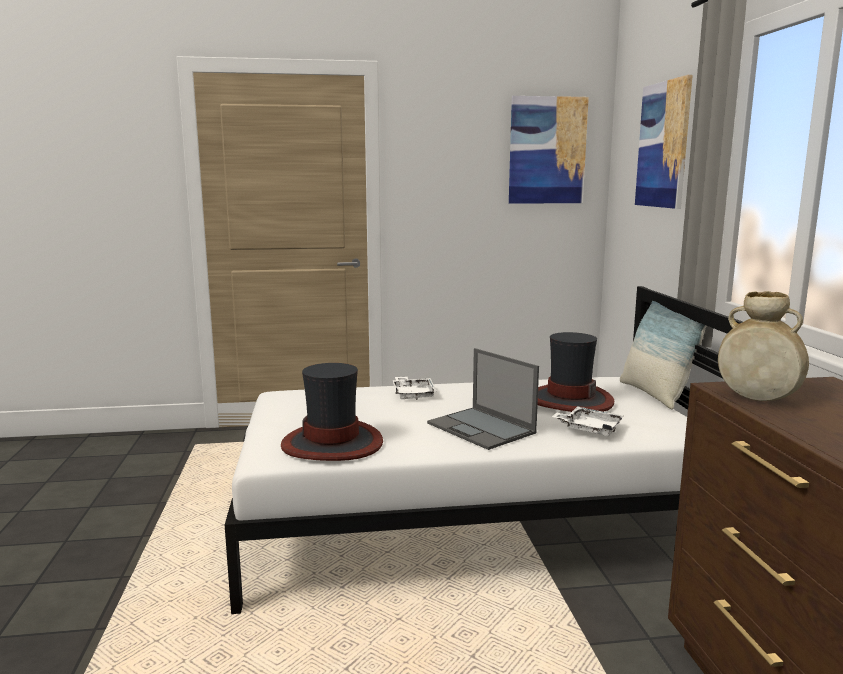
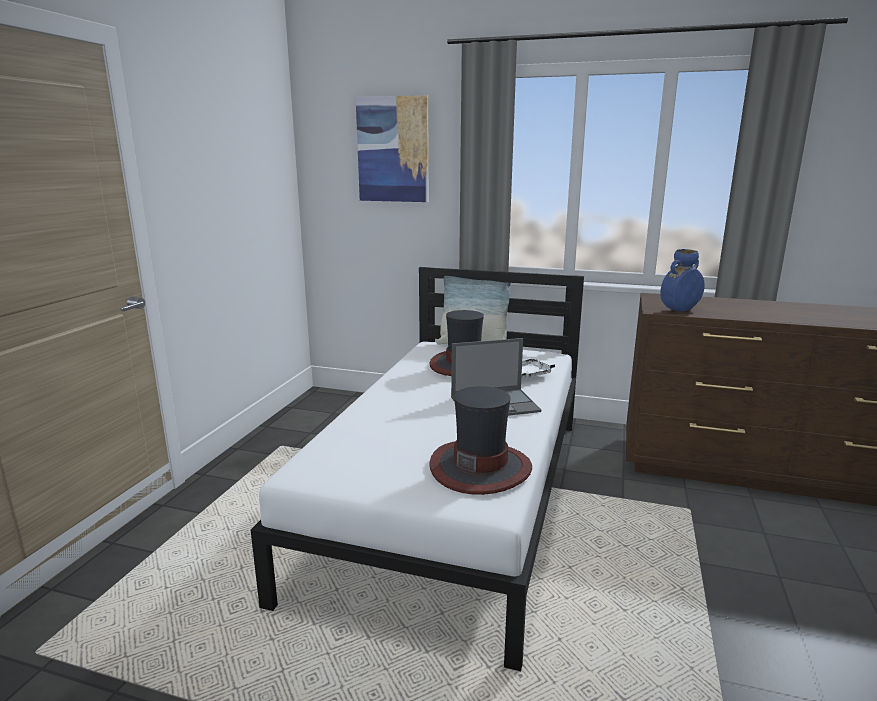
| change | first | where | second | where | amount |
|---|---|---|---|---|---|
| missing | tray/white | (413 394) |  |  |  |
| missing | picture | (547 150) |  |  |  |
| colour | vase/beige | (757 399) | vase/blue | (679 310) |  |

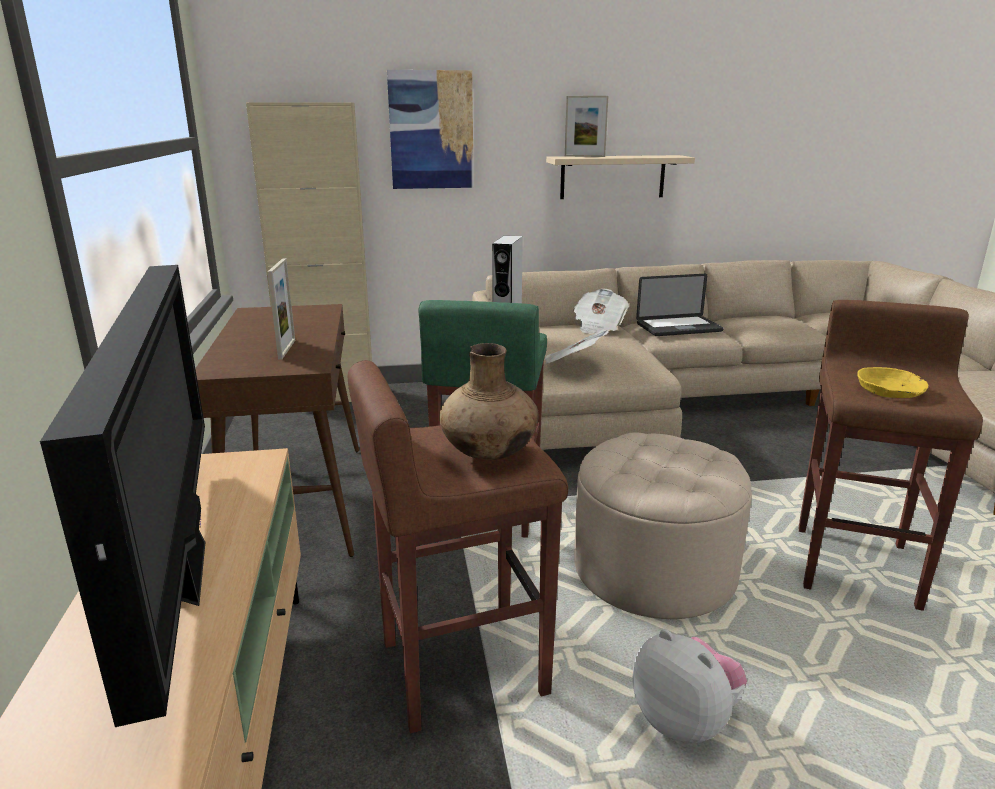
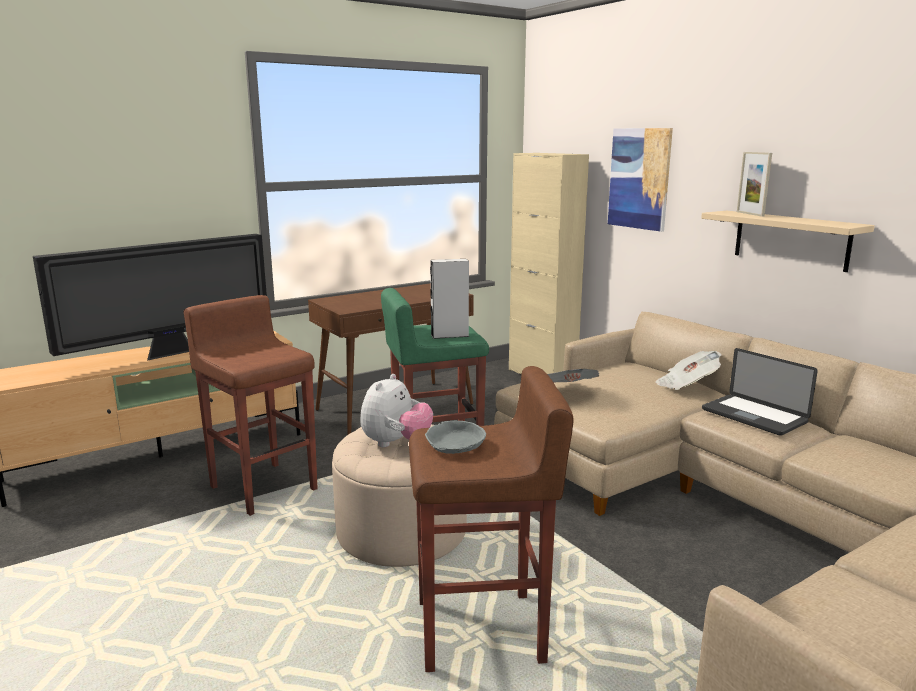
| change | first | where | second | where | amount |
|---|---|---|---|---|---|
| missing | picture frame | (287 349) |  |  |  |
| missing | vase/brown | (489 453) |  |  |  |
| relocated | plush toy | (685 721) |  | (396 443) |  |
| colour | bowl/yellow | (889 391) | bowl/grey | (455 445) |  |

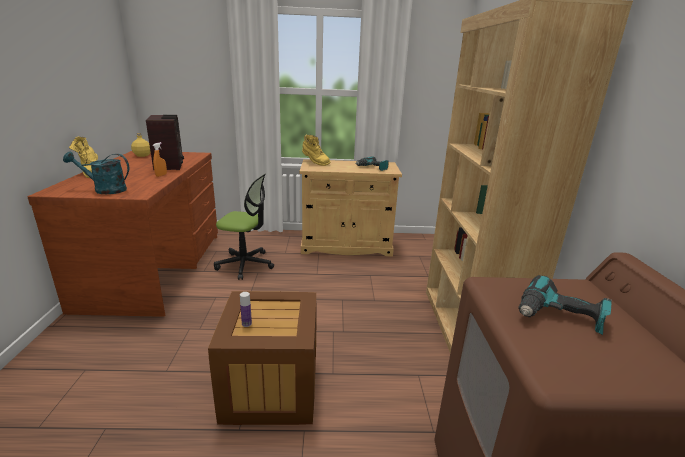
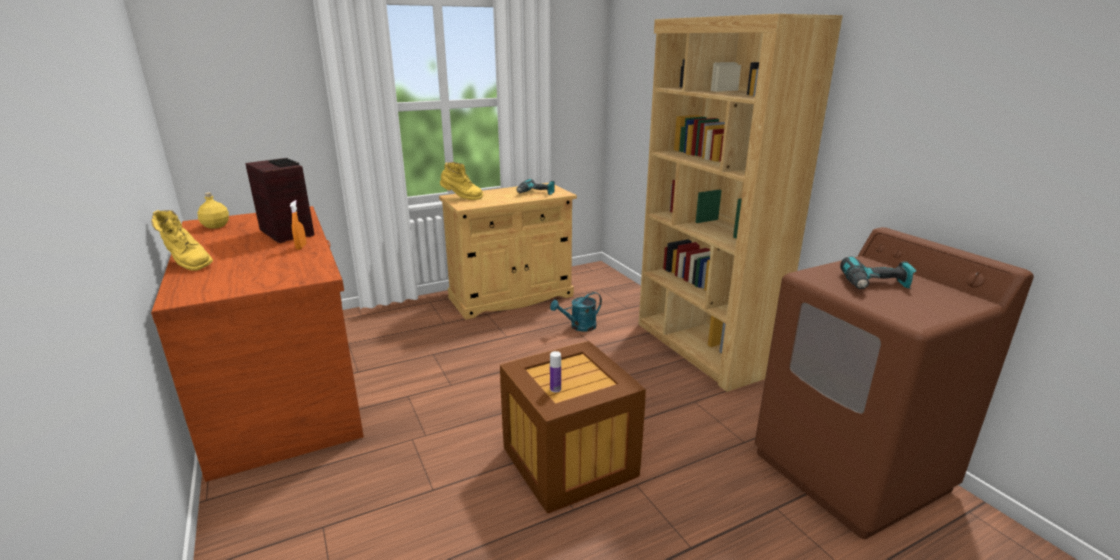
| change | first | where | second | where | amount |
|---|---|---|---|---|---|
| relocated | watering can/turquoise | (105 190) |  | (579 327) |  |
| missing | office chair | (245 264) |  |  |  |

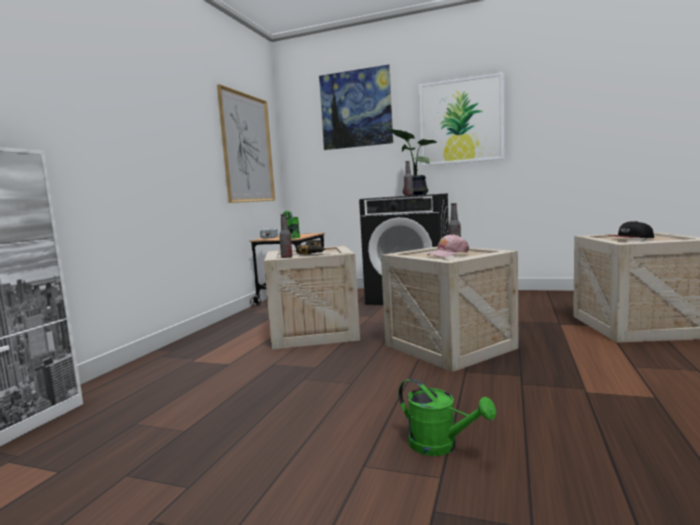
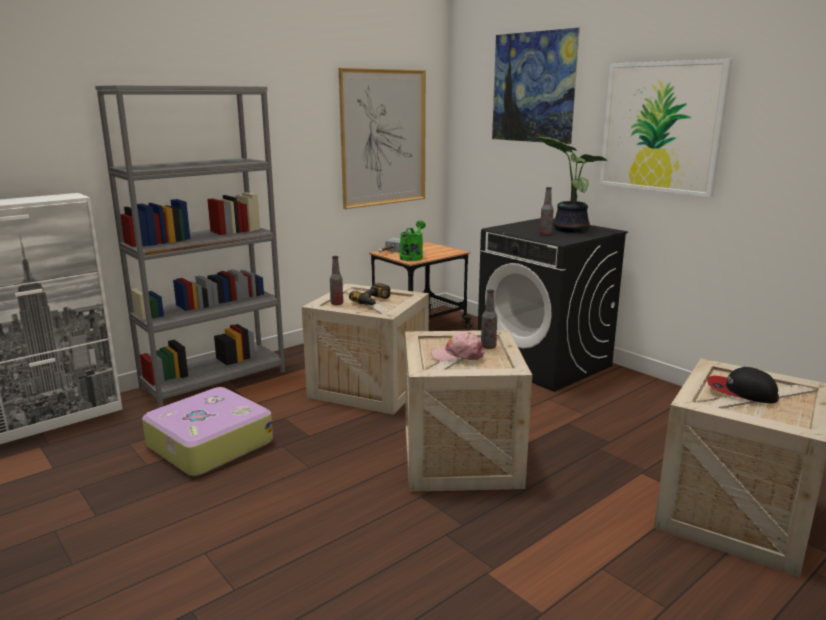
| change | first | where | second | where | amount |
|---|---|---|---|---|---|
| missing | watering can/green | (440 446) |  |  |  |
| appeared |  |  | bookcase/grey | (215 380) |  |
| appeared |  |  | suitcase | (208 444) |  |

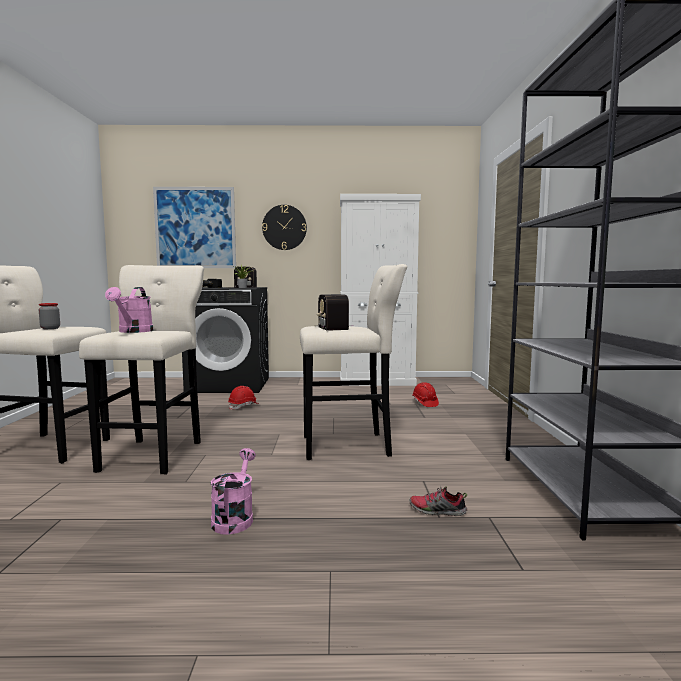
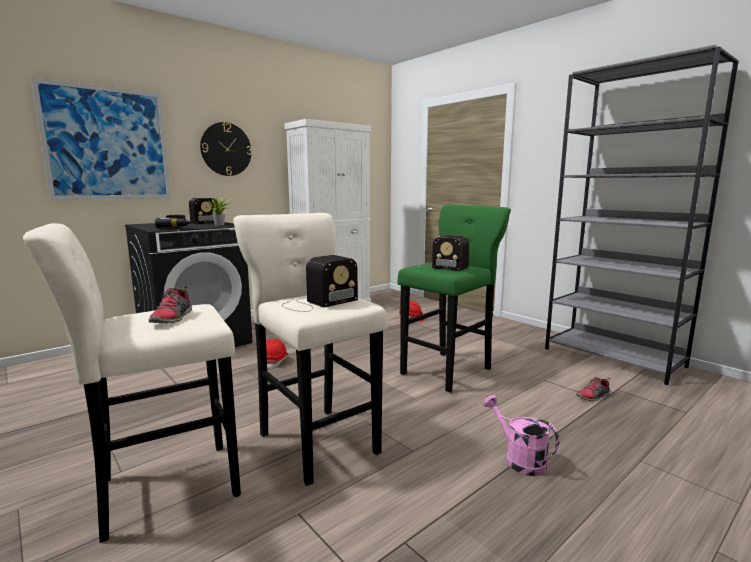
| change | first | where | second | where | amount |
|---|---|---|---|---|---|
| exchanged | jar | (50 328) | shoe | (173 318) |  |
| exchanged | watering can/pink | (133 331) | radio | (317 303) |  |
| colour | stool/beige | (351 446) | stool/green | (449 370) |  |

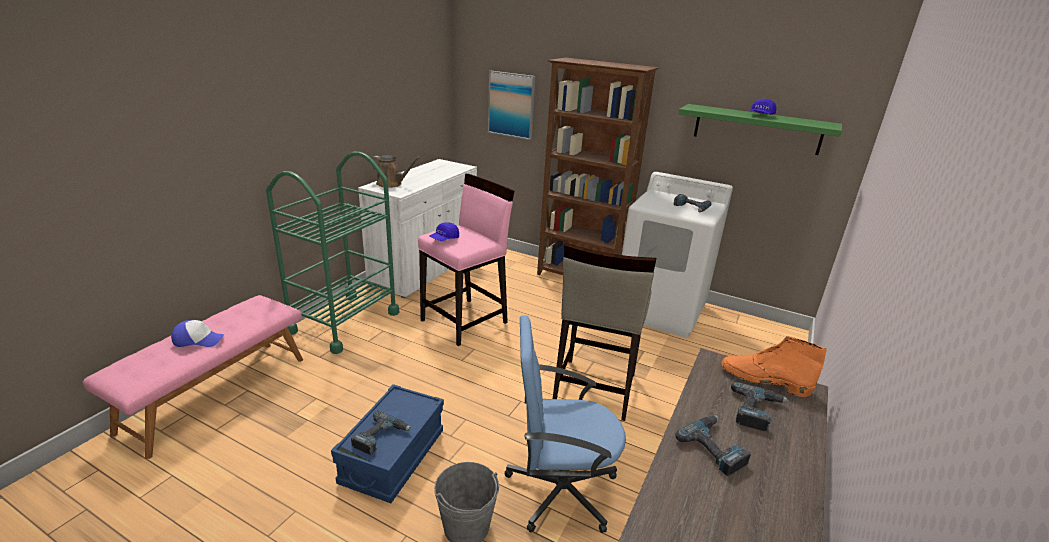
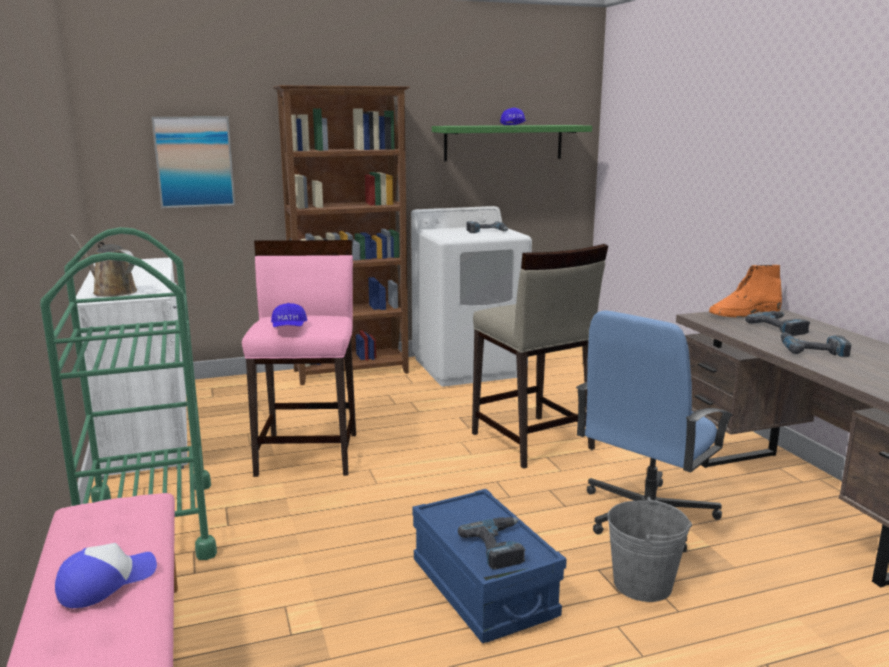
| change | first | where | second | where | amount |
|---|---|---|---|---|---|
| spun | watering can/brown | (391 184) |  | (111 292) | 120 degrees counterclockwise |

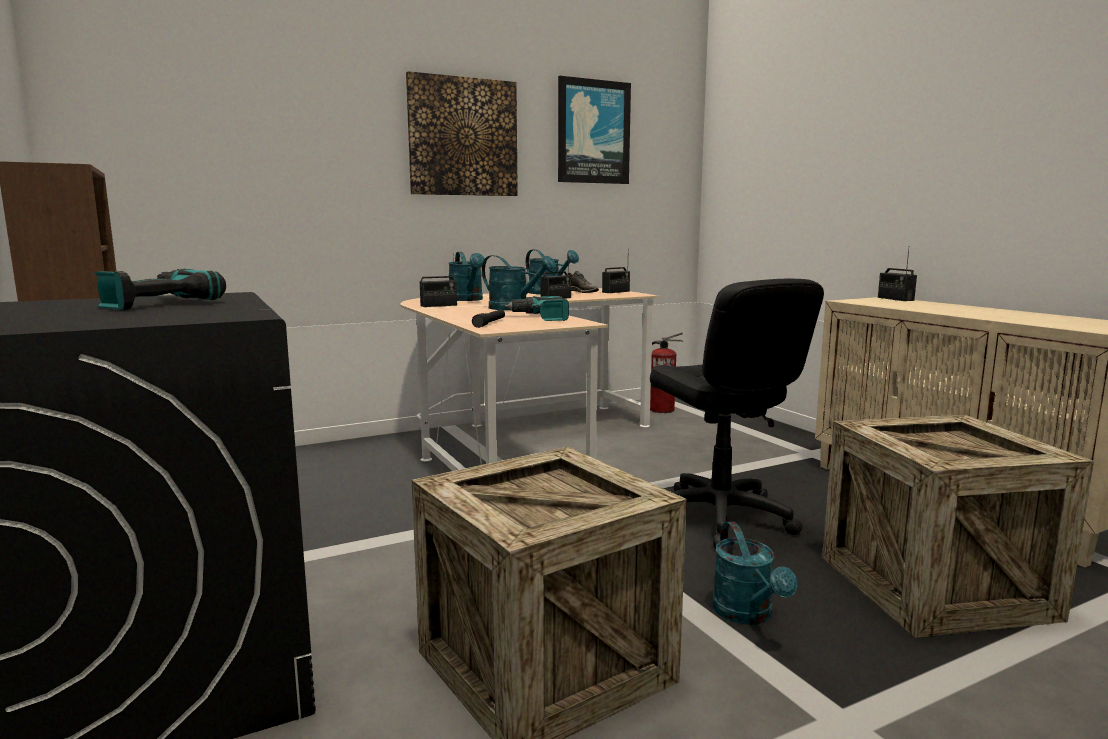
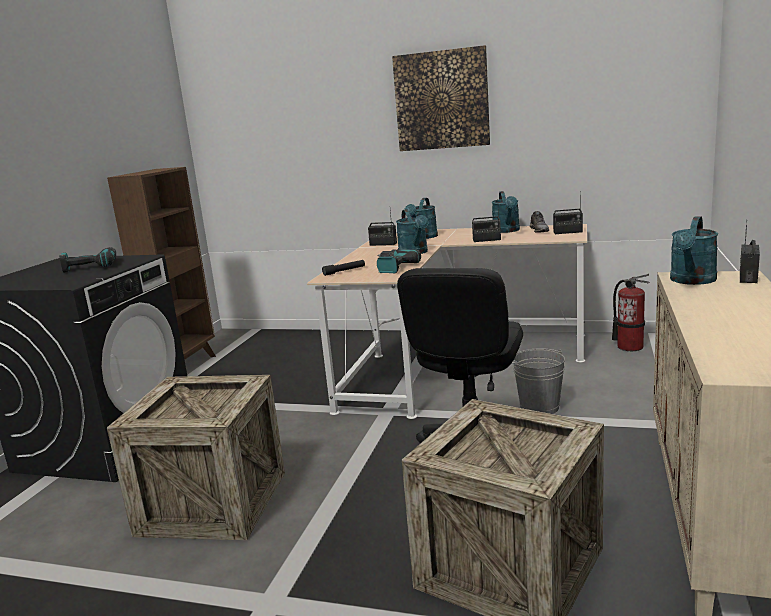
| change | first | where | second | where | amount |
|---|---|---|---|---|---|
| missing | picture | (593 132) |  |  |  |
| relocated | watering can/turquoise | (747 615) |  | (691 281) |  |
| appeared |  |  | bucket/grey | (539 407) |  |

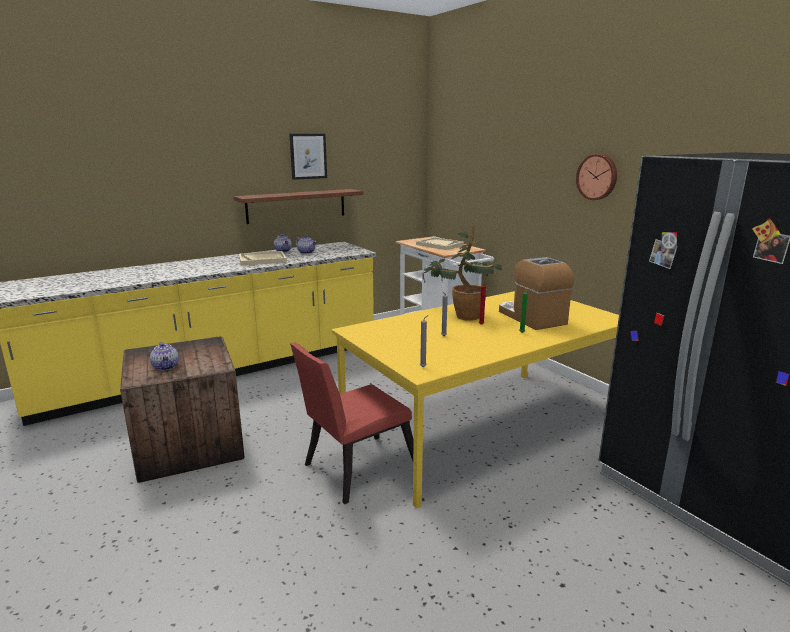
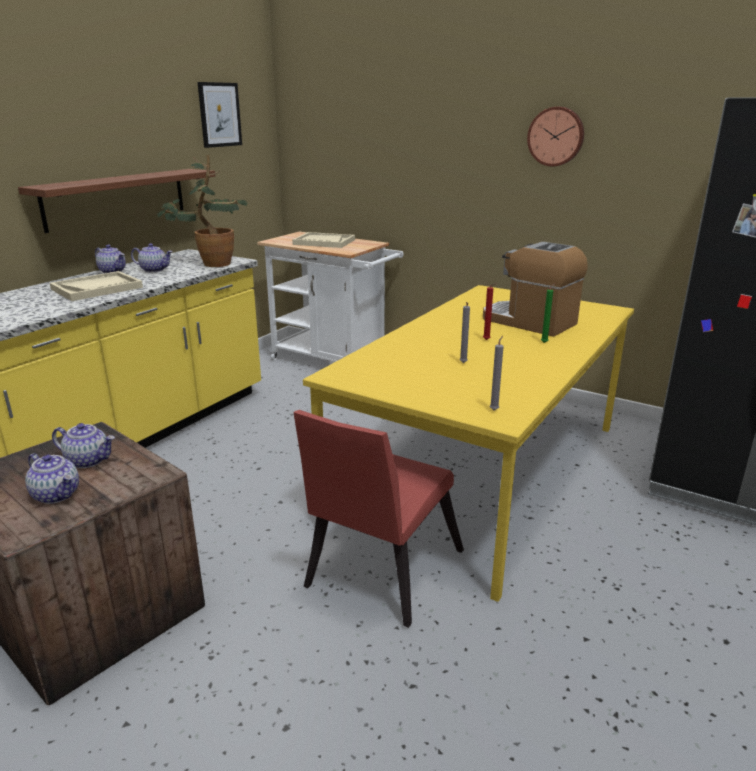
| change | first | where | second | where | amount |
|---|---|---|---|---|---|
| relocated | picture | (308 156) |  | (219 115) |  |
| relocated | potted plant | (462 315) |  | (211 263) |  |
| appeared |  |  | teapot | (89 460) |  |

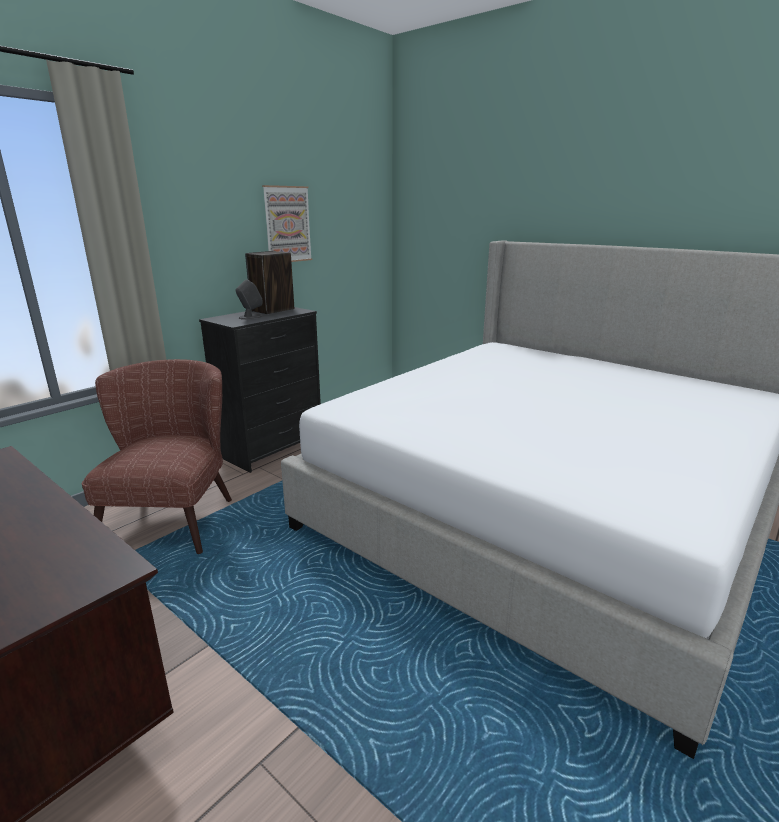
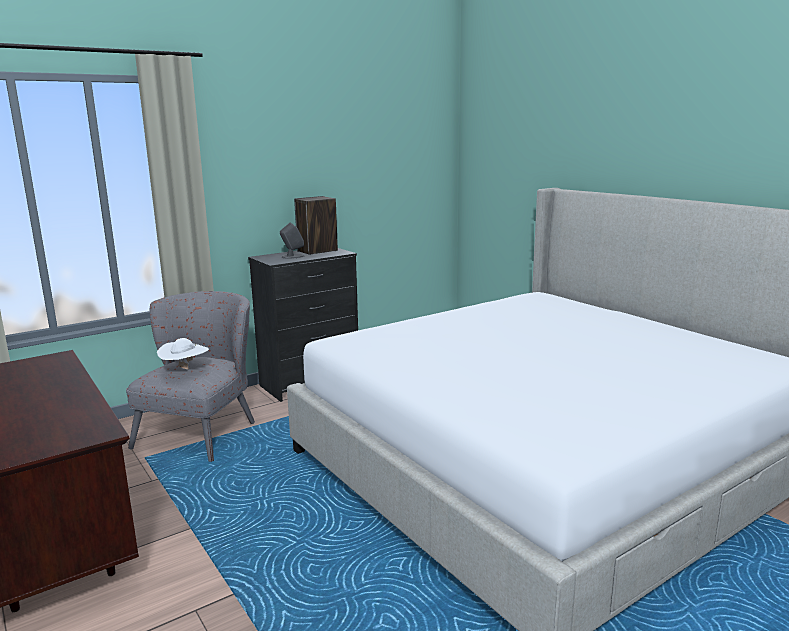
| change | first | where | second | where | amount |
|---|---|---|---|---|---|
| colour | armchair/brown | (175 515) | armchair/grey | (203 430) |  |
| missing | picture | (287 224) |  |  |  |
| appeared |  |  | hat/white | (185 370) |  |

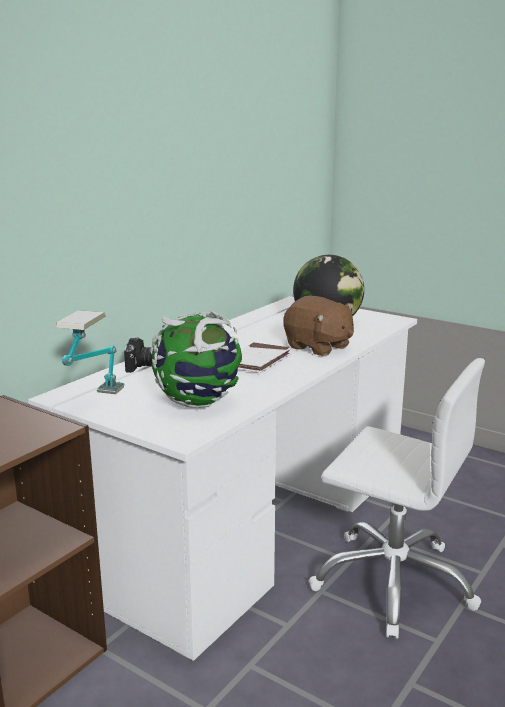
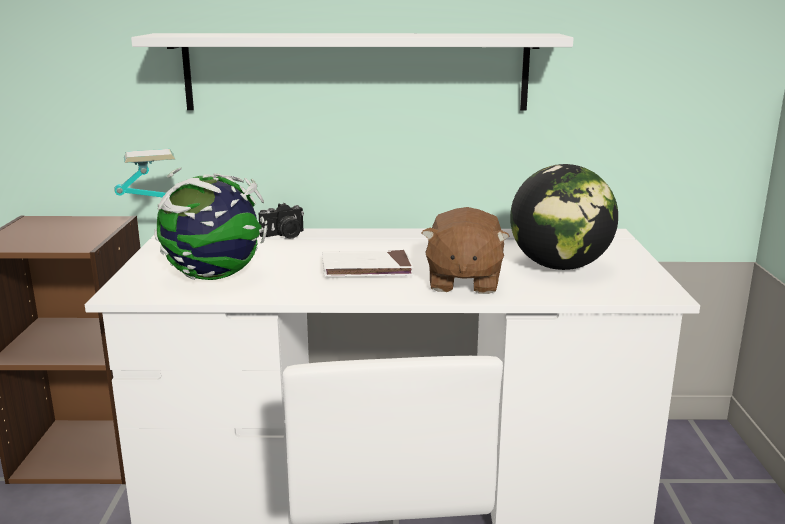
| change | first | where | second | where | amount |
|---|---|---|---|---|---|
| appeared |  |  | shelf/white | (356 72) |  |

